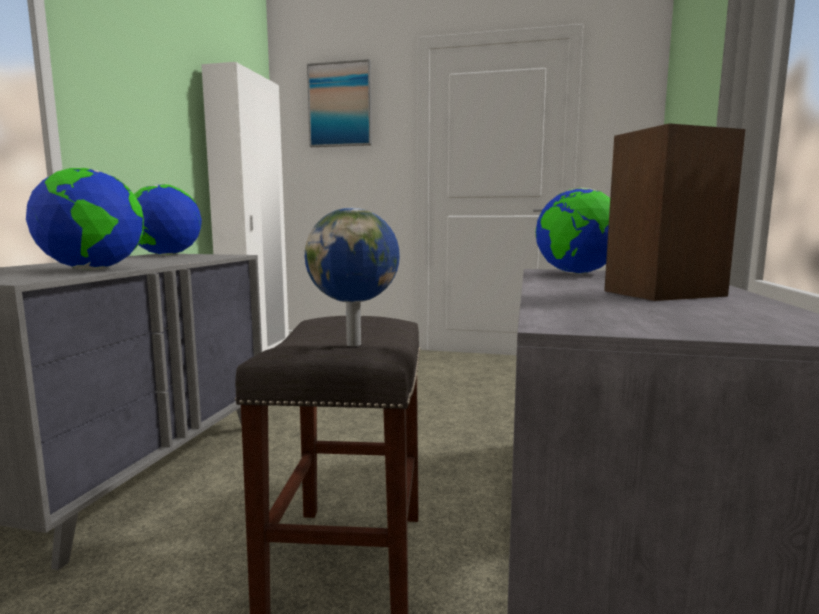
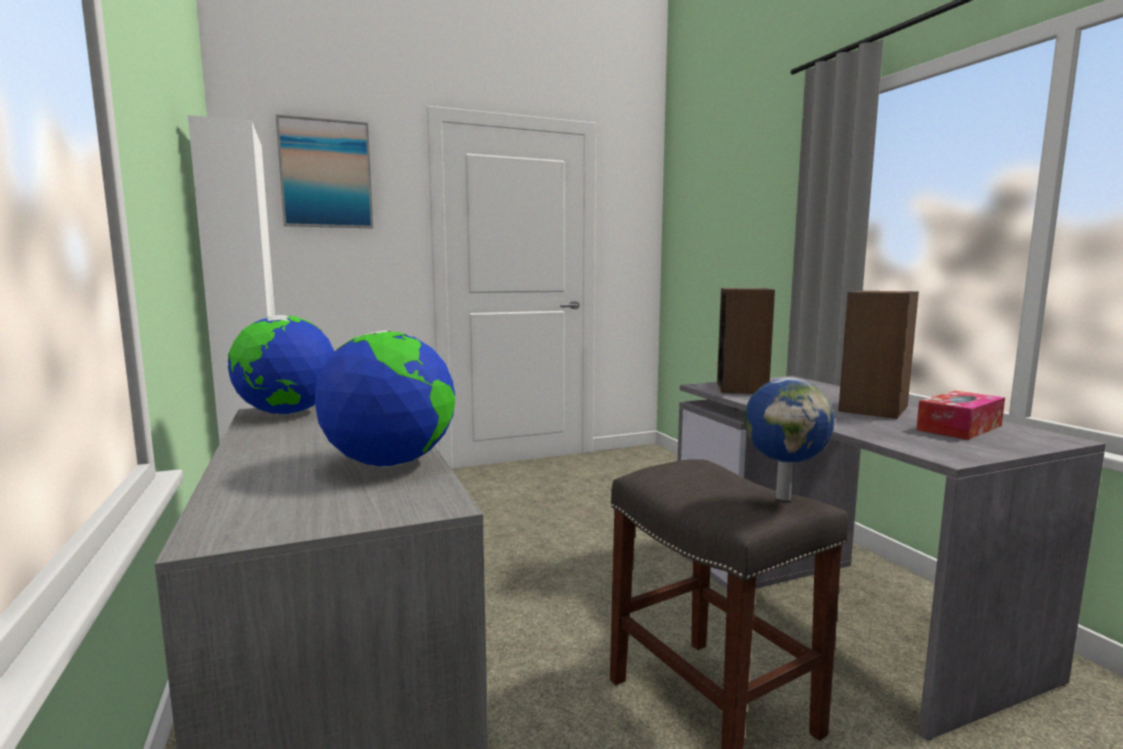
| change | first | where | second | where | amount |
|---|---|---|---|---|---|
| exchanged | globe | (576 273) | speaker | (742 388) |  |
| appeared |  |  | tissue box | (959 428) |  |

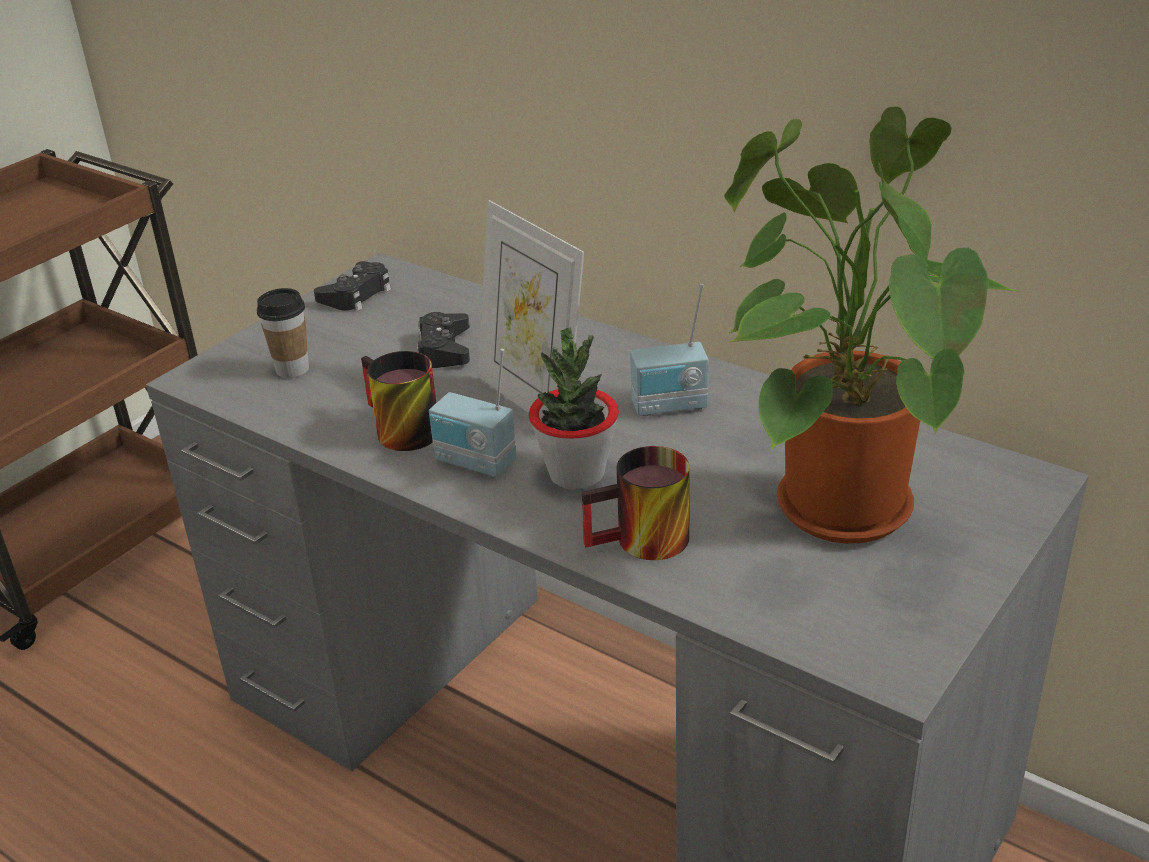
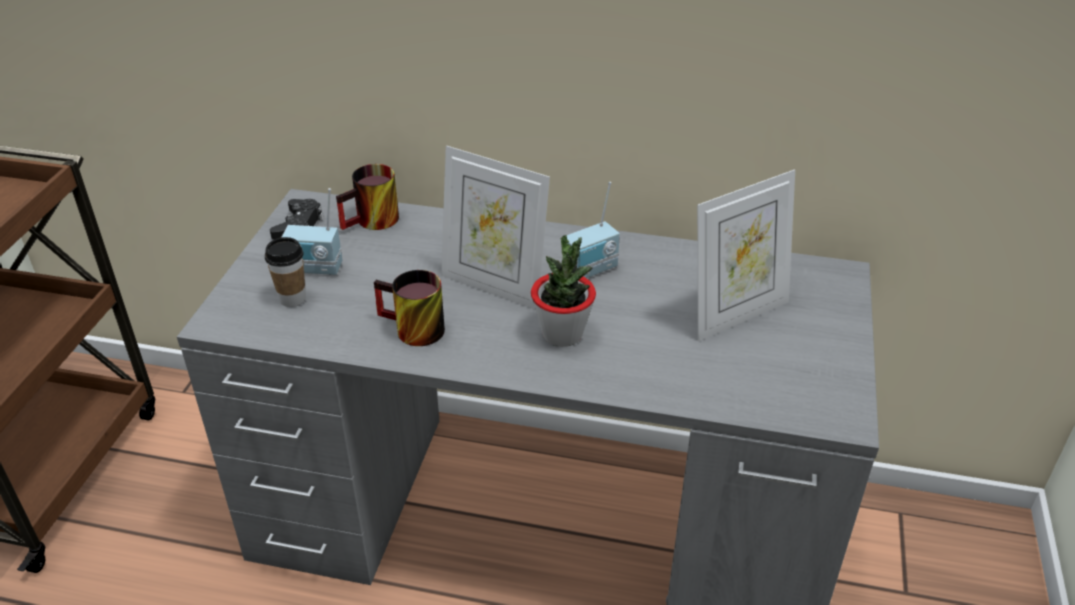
| change | first | where | second | where | amount |
|---|---|---|---|---|---|
| missing | game controller/black | (444 349) |  |  |  |
| relocated | radio | (474 463) |  | (314 269) |  |
| relocated | mug | (642 544) |  | (373 222) |  |
| exchanged | potted plant | (832 500) | picture frame | (736 314) |  |

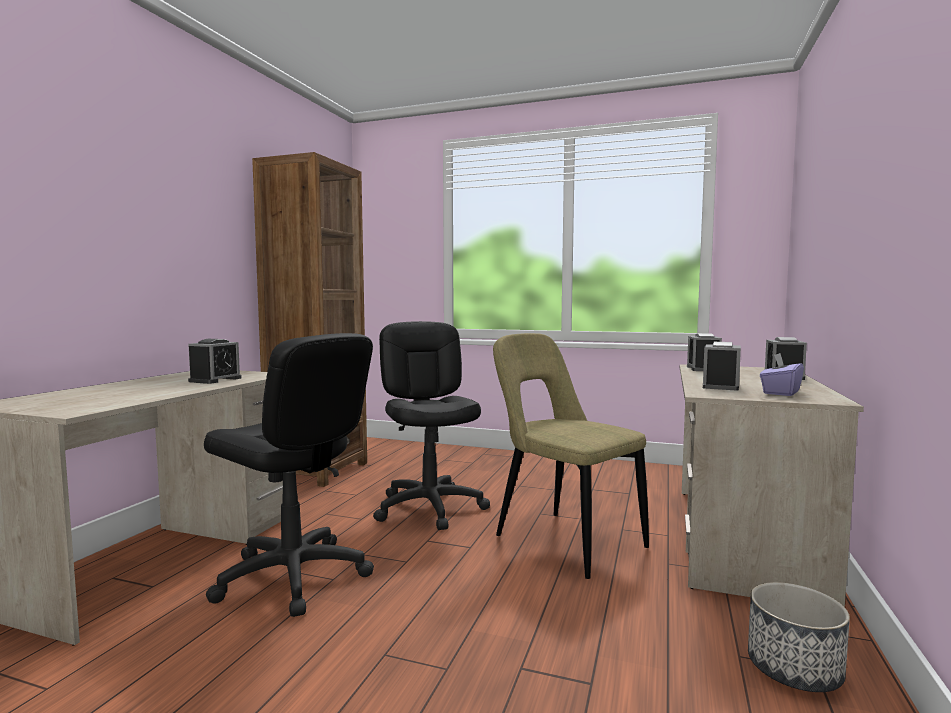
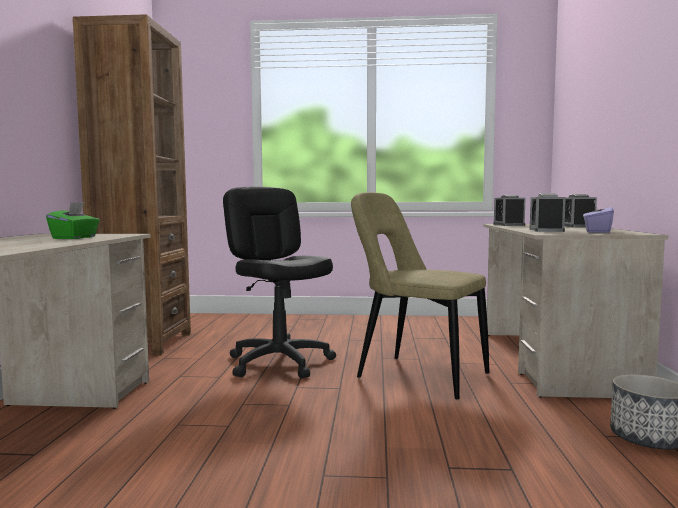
| change | first | where | second | where | amount |
|---|---|---|---|---|---|
| exchanged | alarm clock | (215 380) | tissue box/green | (75 238) |  |
| missing | office chair/black | (292 577) |  |  |  |

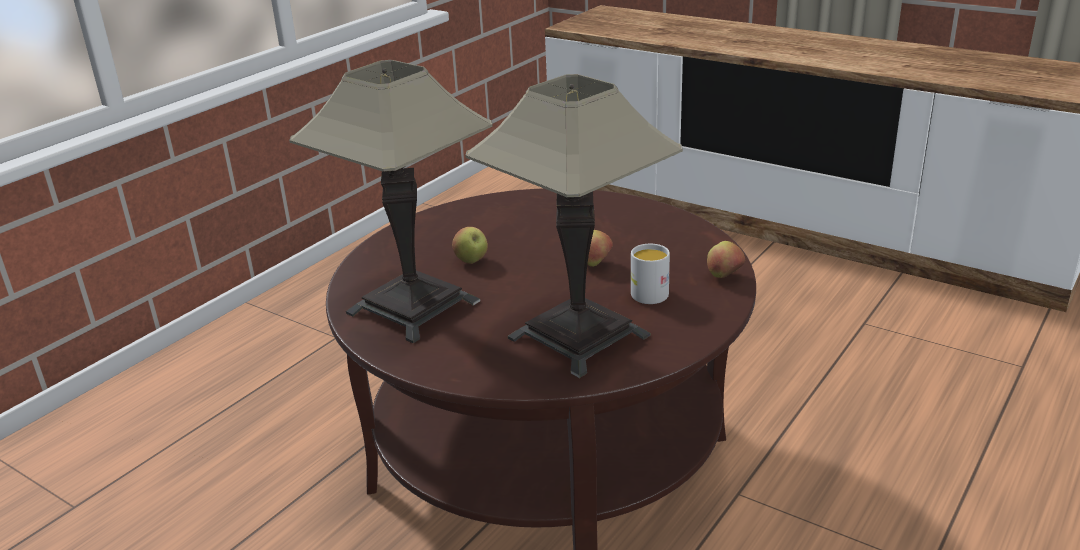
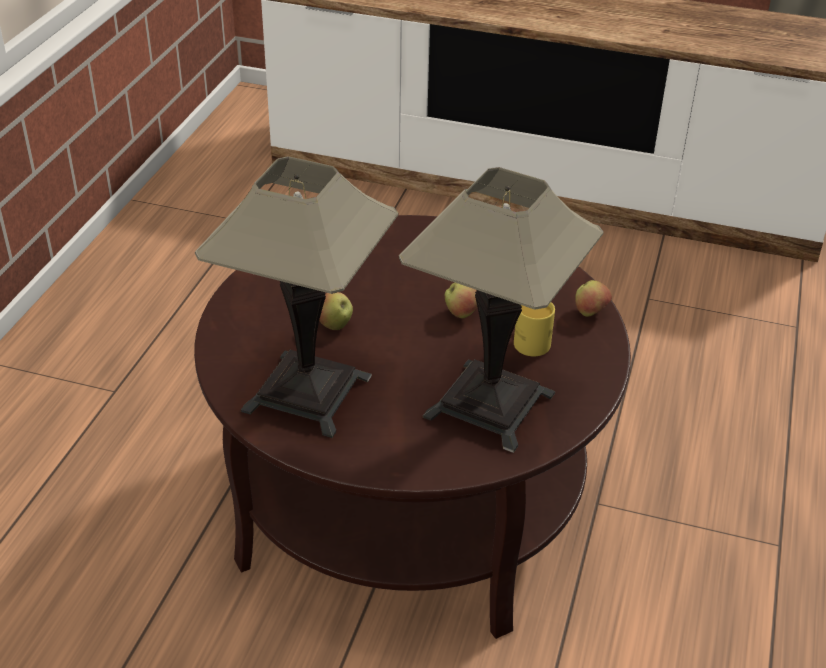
| change | first | where | second | where | amount |
|---|---|---|---|---|---|
| colour | mug/white | (648 291) | mug/yellow | (528 341) |  |

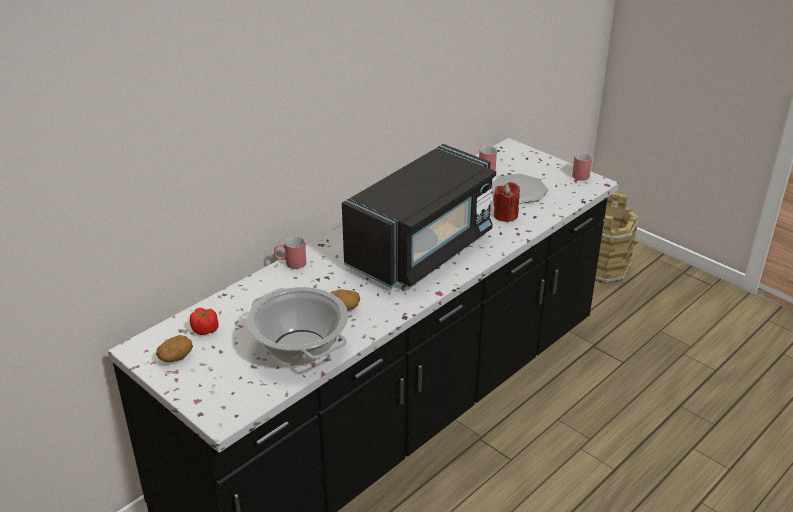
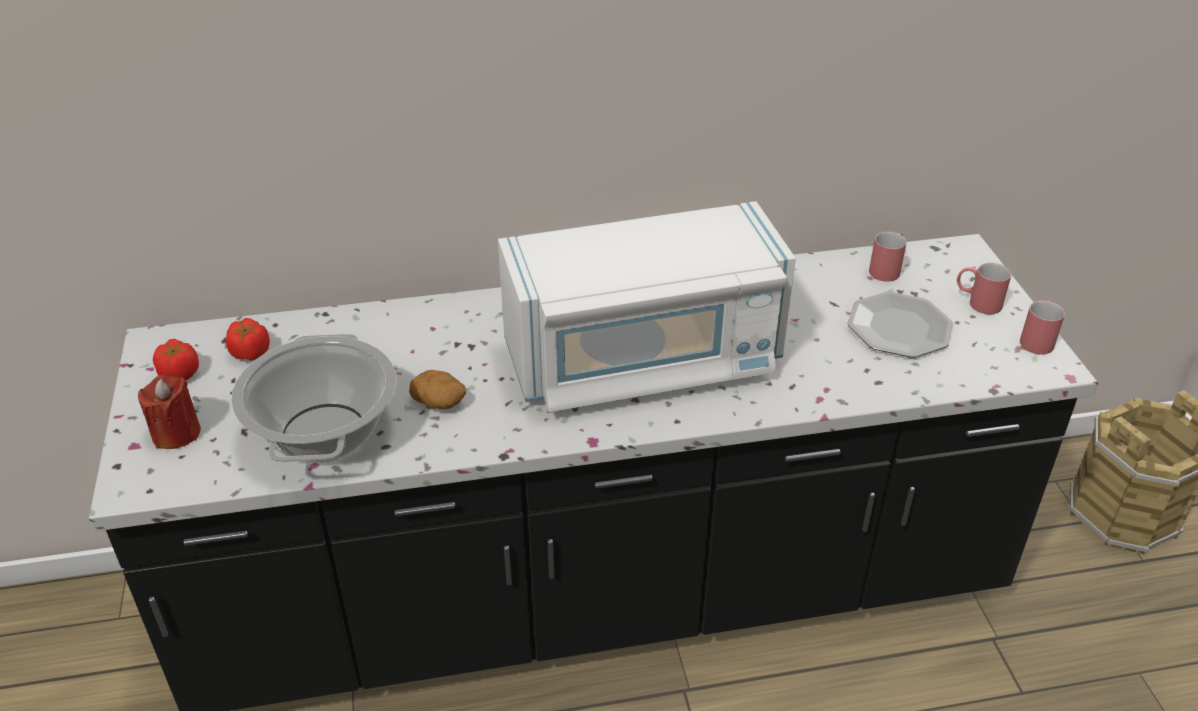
| change | first | where | second | where | amount |
|---|---|---|---|---|---|
| exchanged | potato | (176 357) | tomato | (179 374) |  |
| relocated | mug/red | (290 263) |  | (977 302) |  |
| colour | microwave/black | (421 249) | microwave/white | (644 360) |  |
| relocated | candle/red | (505 215) |  | (176 433) |  |

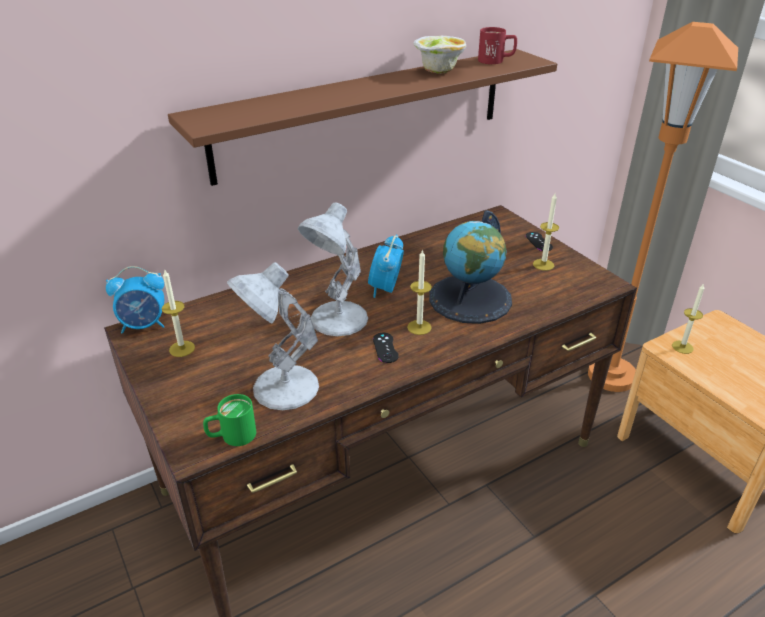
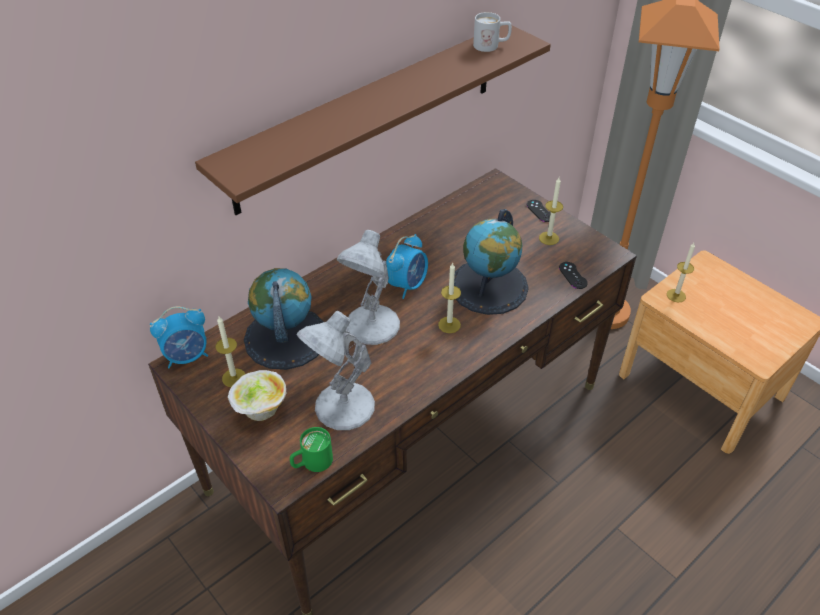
| change | first | where | second | where | amount |
|---|---|---|---|---|---|
| spun | alarm clock | (385 289) |  | (407 285) | 150 degrees counterclockwise |
| relocated | game controller/black | (385 348) |  | (573 275) |  |
| relocated | bowl | (438 71) |  | (260 410) |  |
| colour | mug/red | (496 61) | mug/white | (491 46) |  |
| appeared |  |  | globe | (285 337) |  |

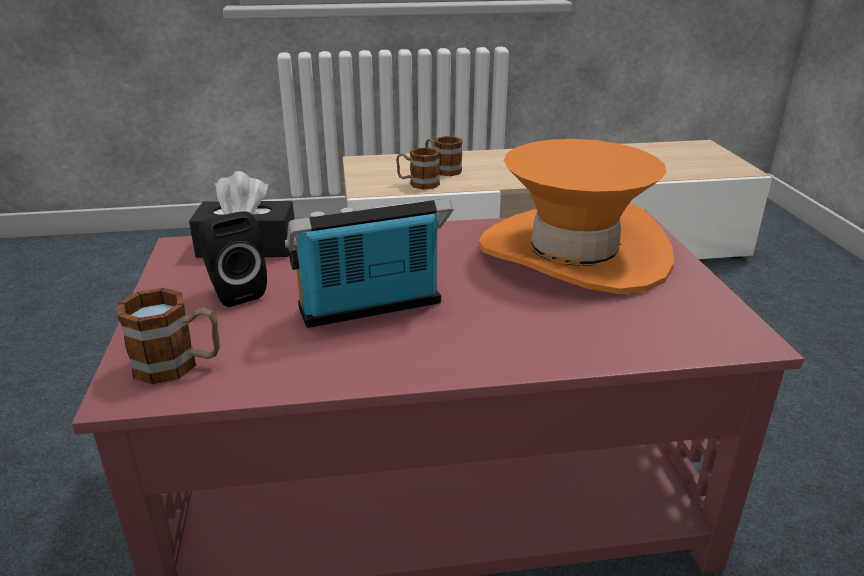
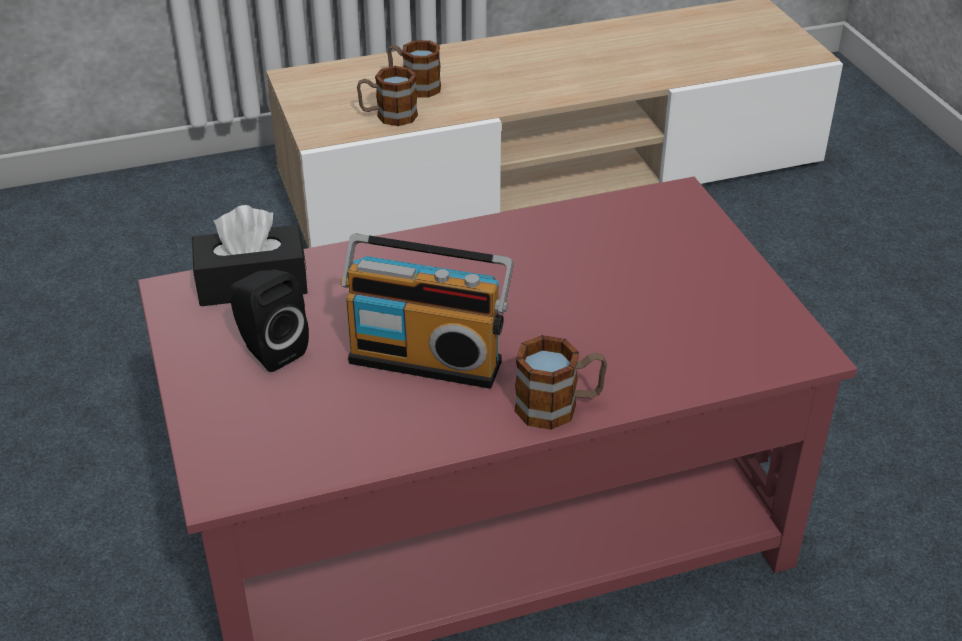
| change | first | where | second | where | amount |
|---|---|---|---|---|---|
| relocated | mug | (178 365) |  | (559 406) |  |
| spun | radio | (372 310) |  | (427 358) | 135 degrees counterclockwise |
| missing | hat/orange | (574 253) |  |  |  |

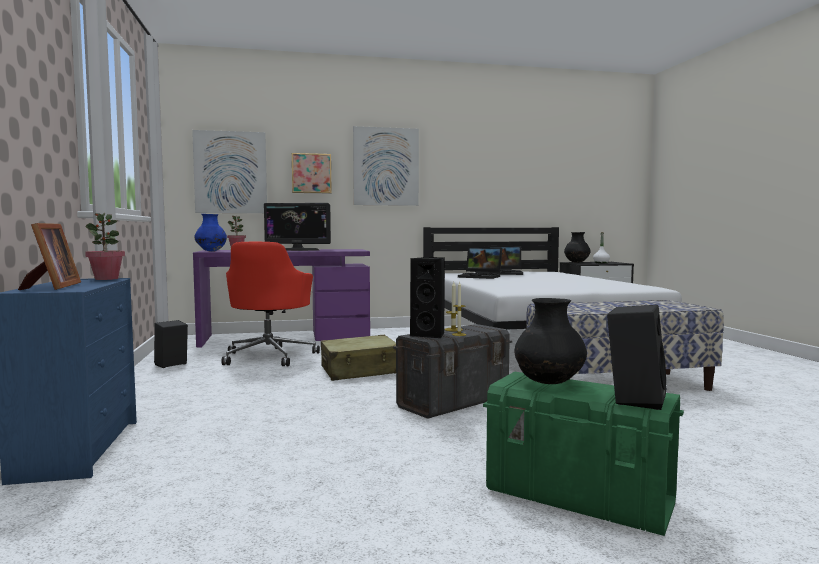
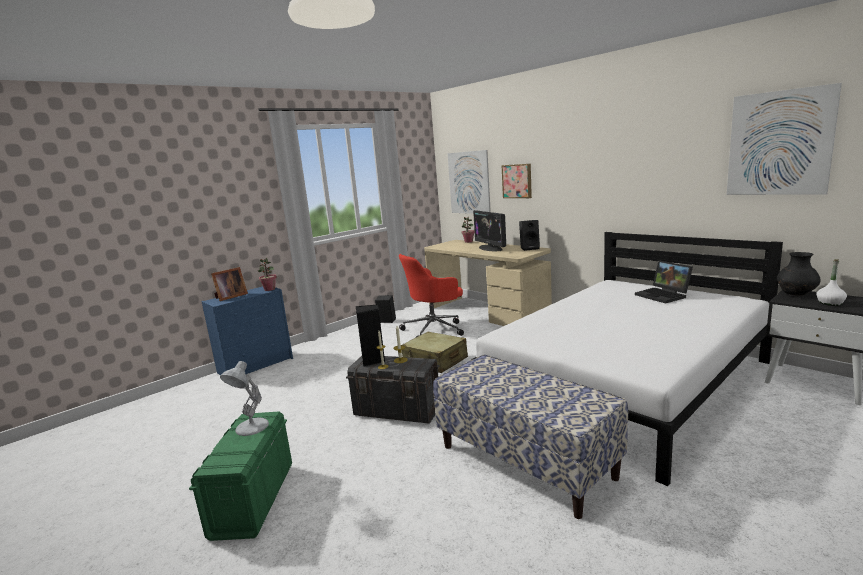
| change | first | where | second | where | amount |
|---|---|---|---|---|---|
| colour | desk/purple | (286 337) | desk/beige | (487 312) |  |
| missing | vase/blue | (211 251) |  |  |  |
| relocated | picture | (386 166) |  | (779 143) |  |
| missing | laptop | (481 276) |  |  |  |
| exchanged | vase/black | (549 383) | table lamp/white | (251 427) |  |
| relocated | speaker/black | (634 399) |  | (530 248) |  |

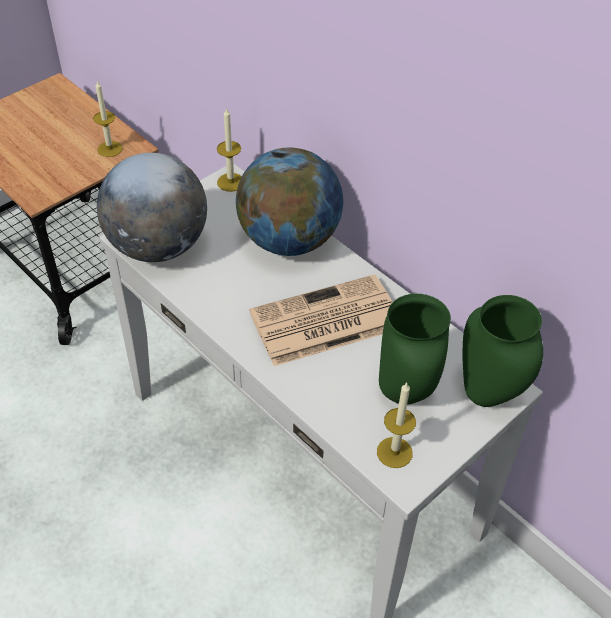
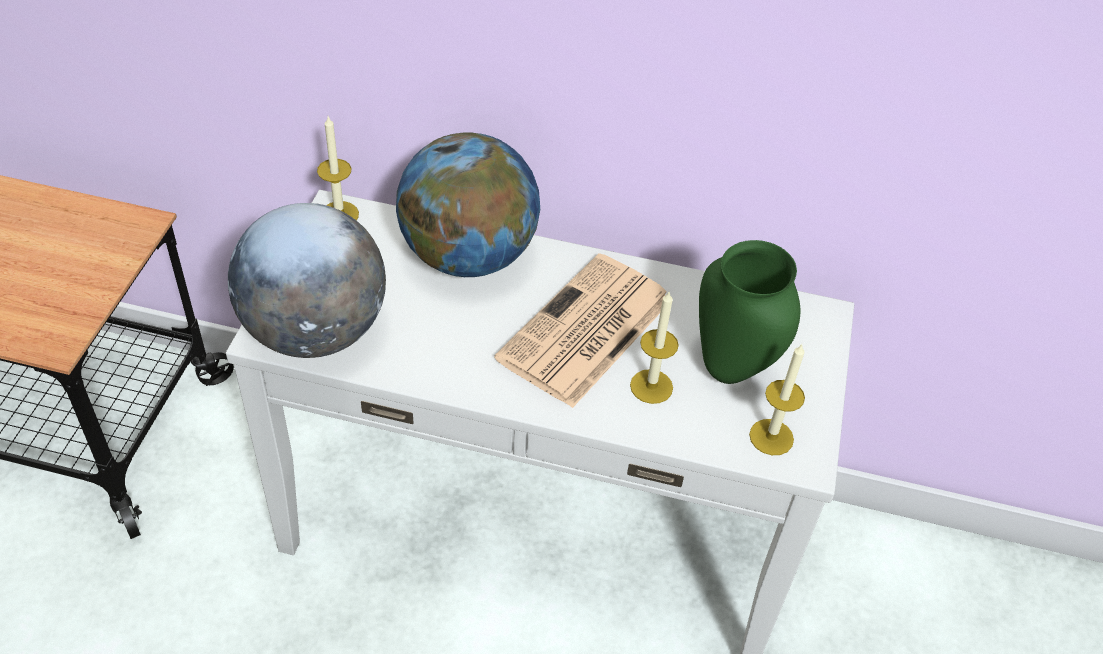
| change | first | where | second | where | amount |
|---|---|---|---|---|---|
| relocated | candle | (109 149) |  | (651 386) |  |
| missing | vase/green | (486 396) |  |  |  |

